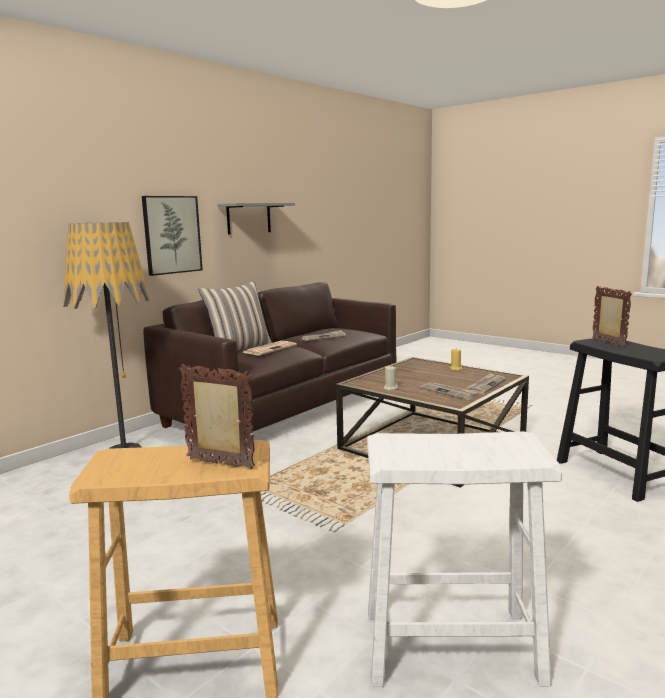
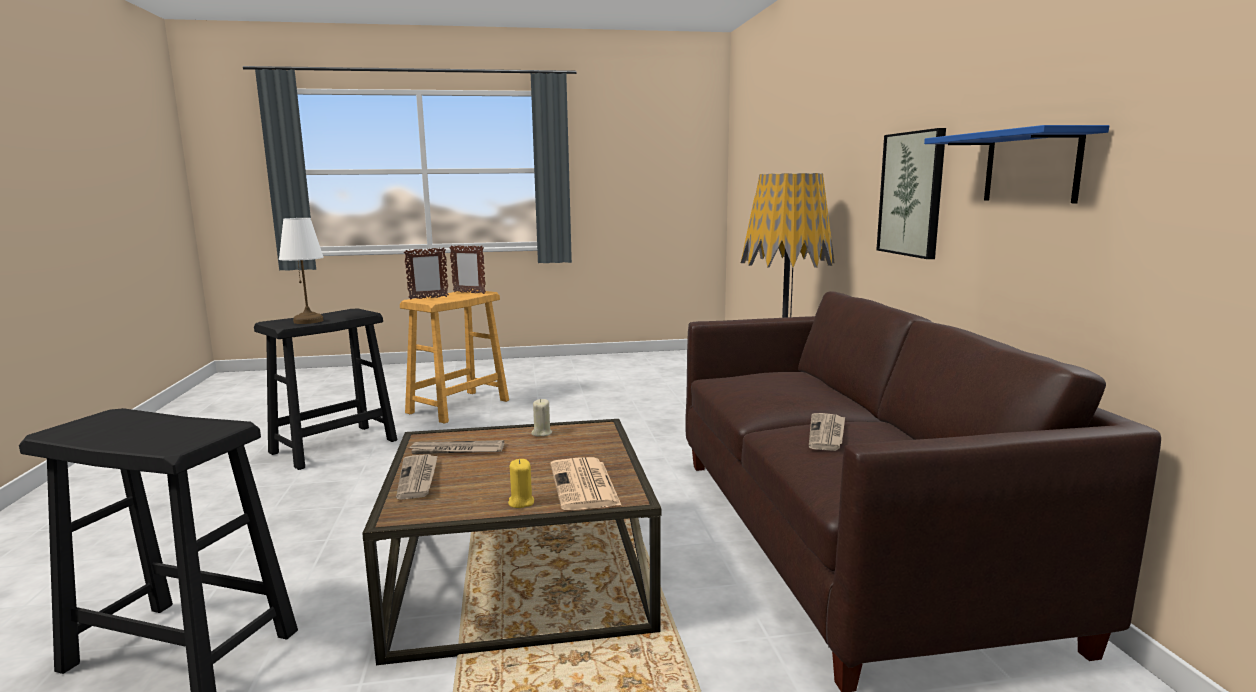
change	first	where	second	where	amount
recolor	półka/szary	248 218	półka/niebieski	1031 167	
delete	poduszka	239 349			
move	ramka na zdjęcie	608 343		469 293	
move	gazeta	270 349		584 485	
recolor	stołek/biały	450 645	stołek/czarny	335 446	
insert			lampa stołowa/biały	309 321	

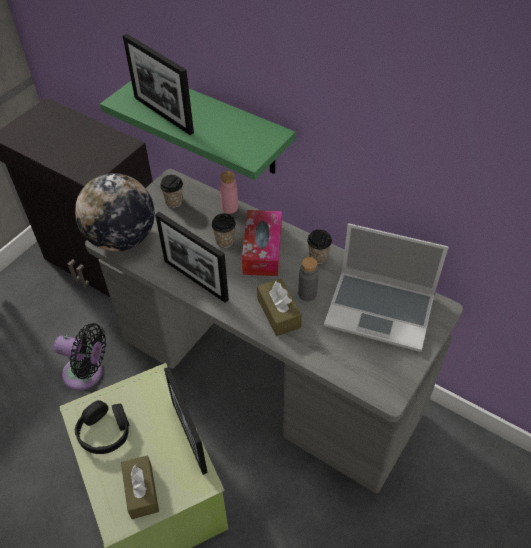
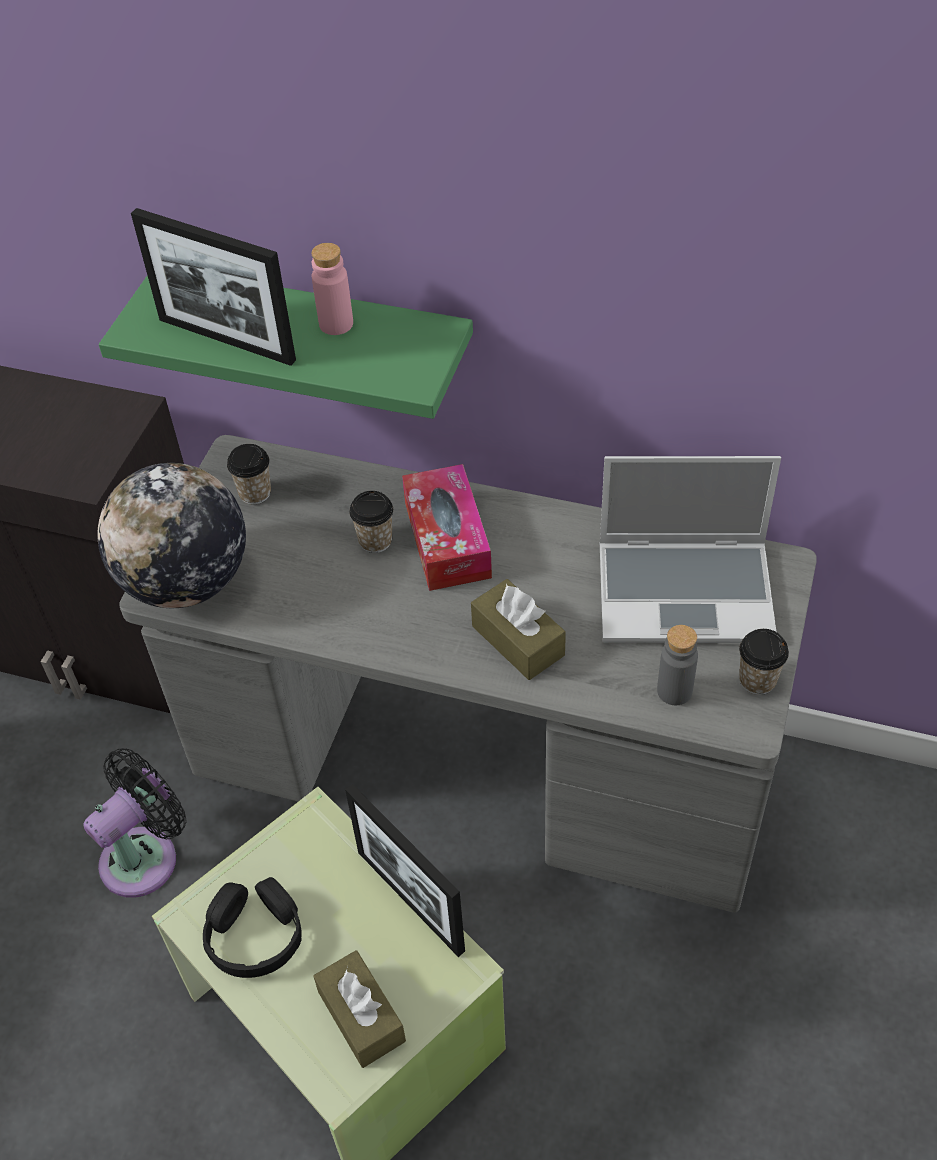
change	first	where	second	where	amount
move	butelka/różowy	229 207		336 324	
delete	ramka na zdjęcie	195 280			
move	filiżanka	318 257		757 680	
move	butelka/szary	307 294		674 691	
rotate	wentylator/czarny	87 374		145 856	45 degrees counterclockwise

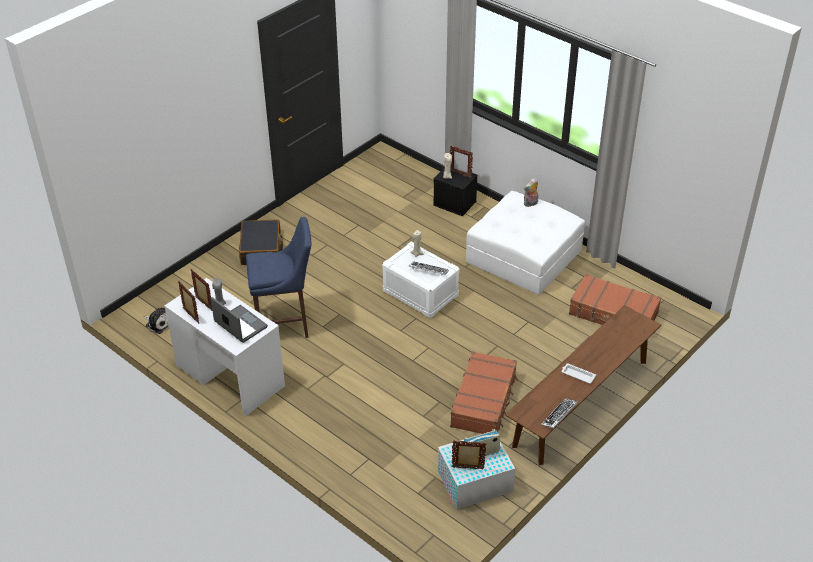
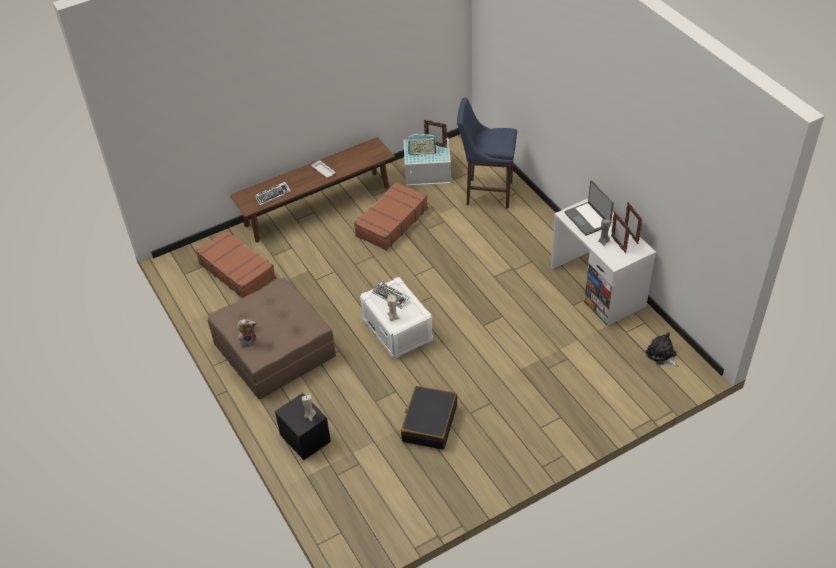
change	first	where	second	where	amount
delete	ramka na zdjęcie	460 174			
recolor	pufa/biały	524 255	pufa/brązowy	274 350	
move	stołek/niebieski	285 325		486 193	
move	walizka/czarny	261 249		429 423	
move	klawiatura	559 415		272 195	

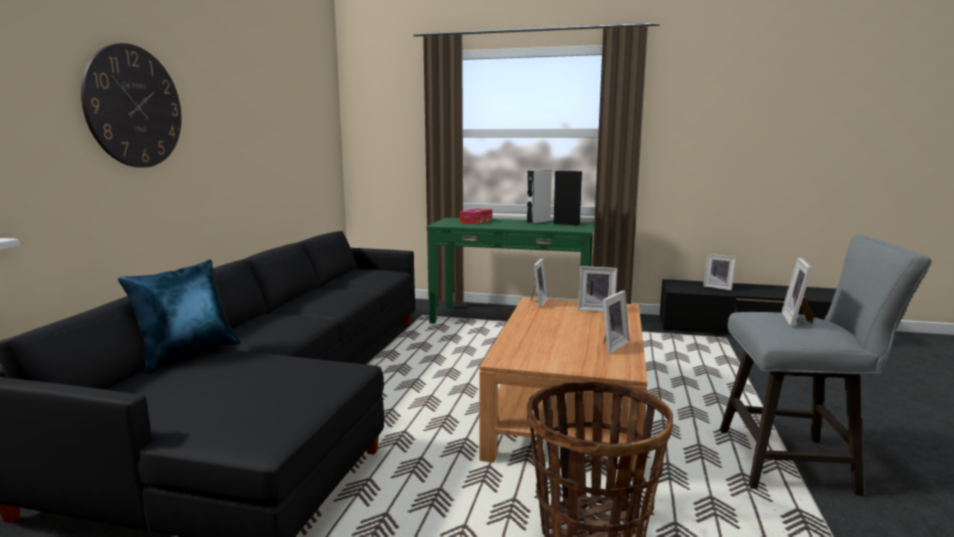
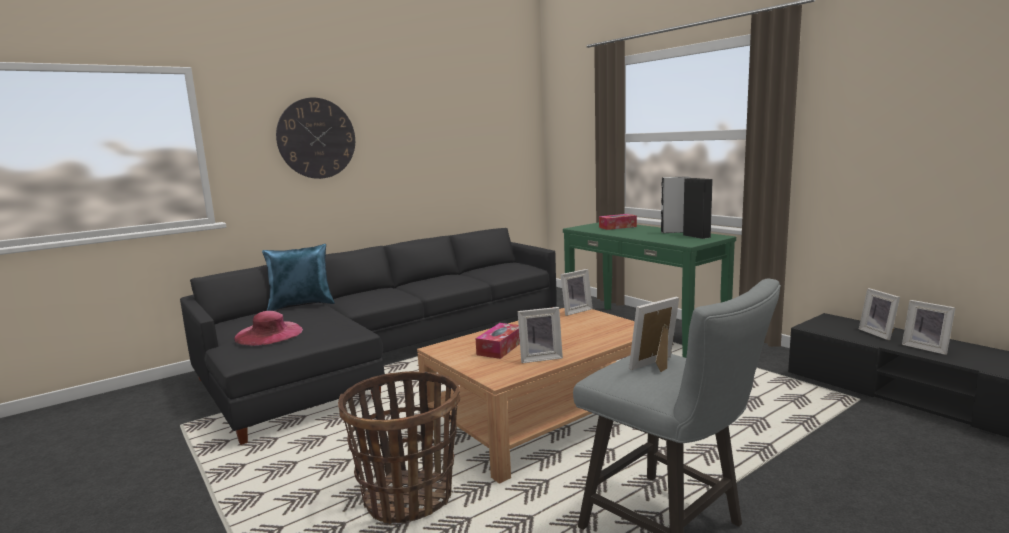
change	first	where	second	where	amount
move	ramka na zdjęcie	596 309		926 348	
insert			kapelusz/różowy	268 334	
insert			pudełko chusteczek	500 348	

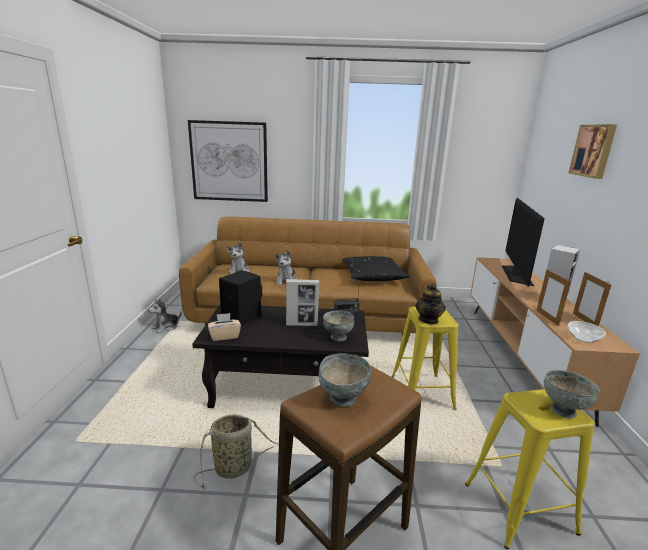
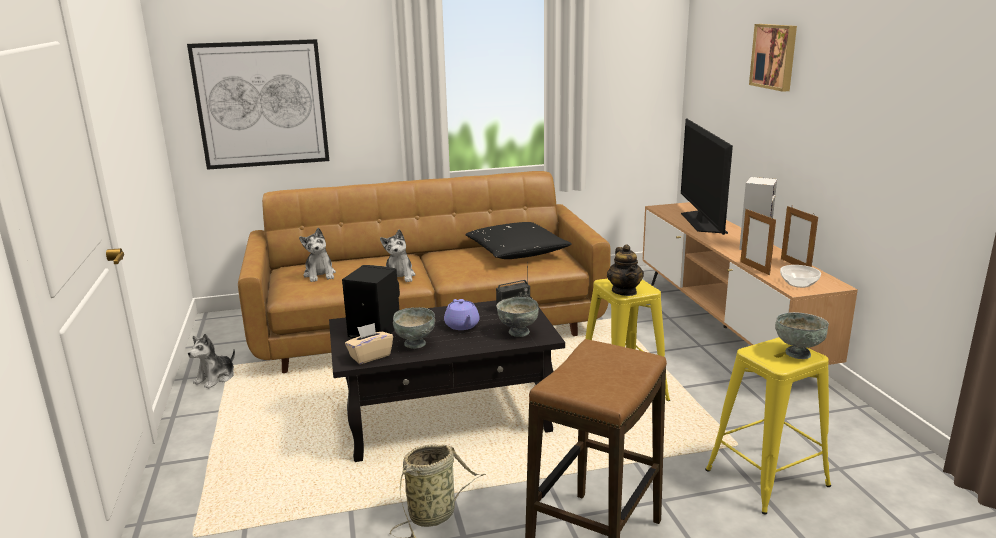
change	first	where	second	where	amount
replace	ramka na zdjęcie	302 324	imbryk/fioletowy	462 326	
move	miska/szary	343 399		415 344	

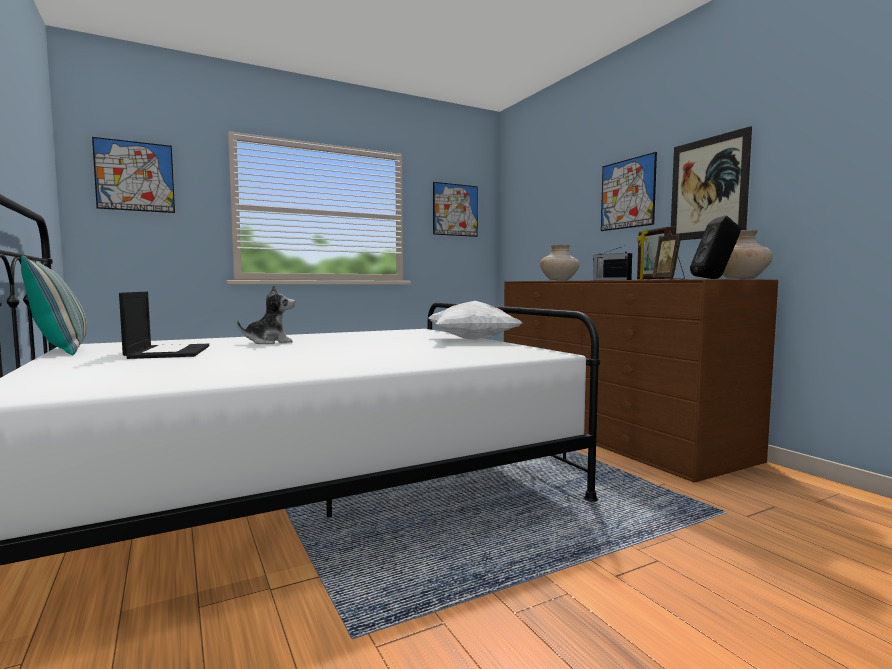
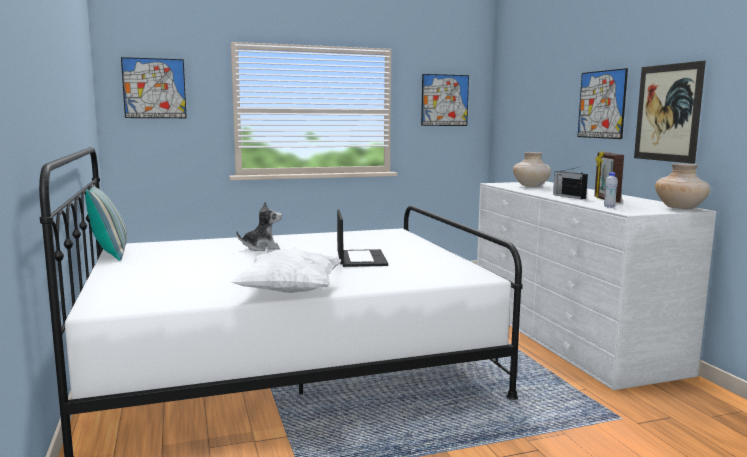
change	first	where	second	where	amount
delete	głośnik/czarny	715 278			
replace	ramka na zdjęcie	669 279	butelka/biały	609 207	
recolor	komoda/brązowy	612 432	komoda/biały	568 334	
move	laptop	168 352		360 258	
move	poduszka/biały	472 340		290 292	

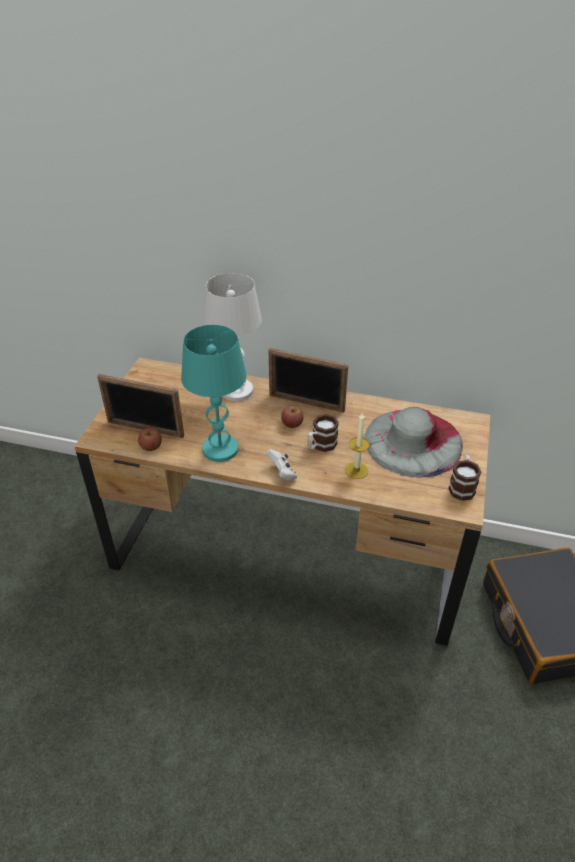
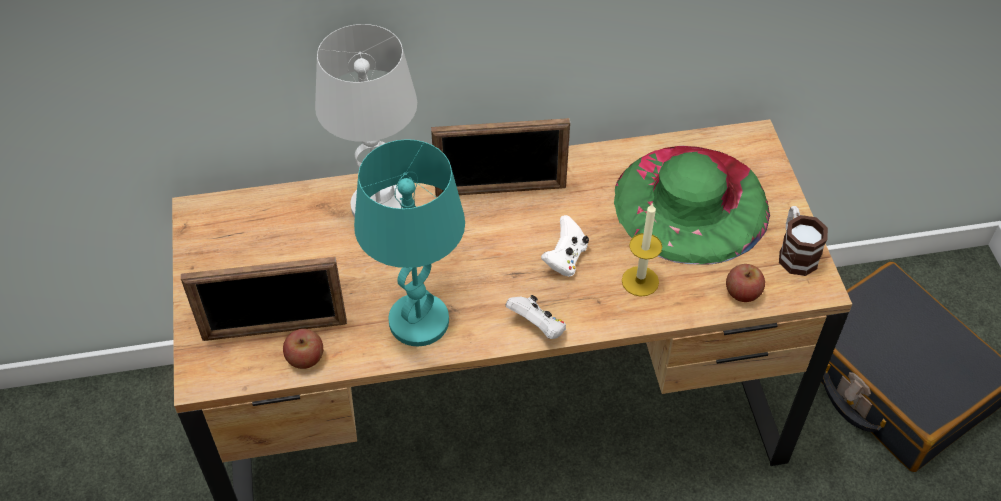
change	first	where	second	where	amount
move	jabłko	292 424		742 292	
recolor	kapelusz/szary	413 441	kapelusz/zielony	691 203	
replace	kubek	320 445	pad do gier/biały	565 258	

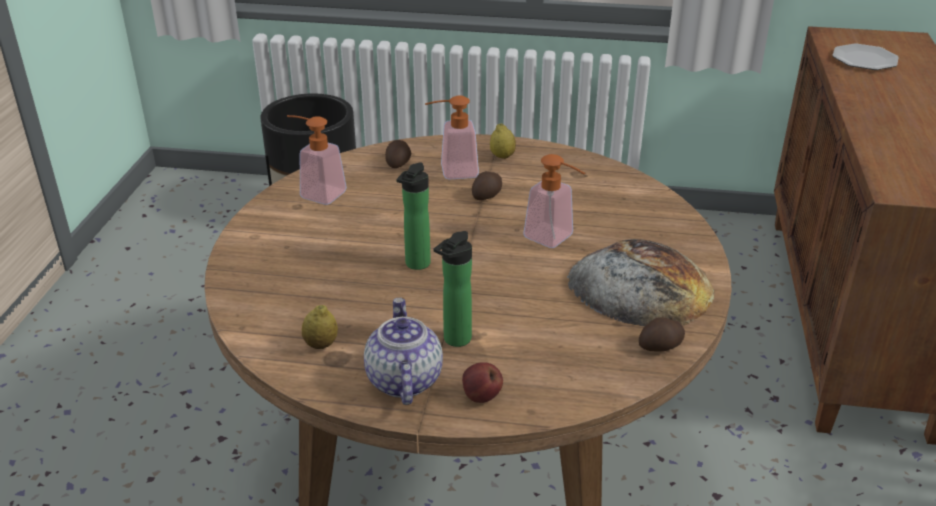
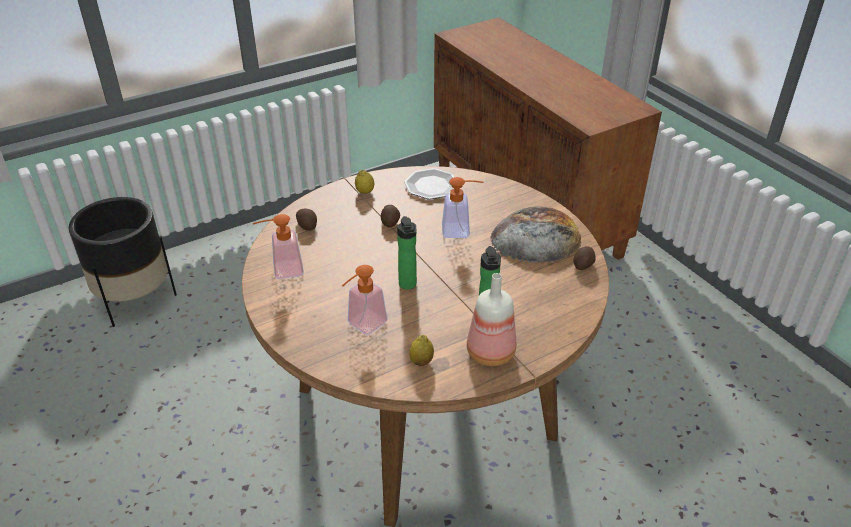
change	first	where	second	where	amount
move	talerz	864 60		432 186	
move	dozownik mydła	451 172		362 326	
replace	imbryk	403 380	butelka	490 354	
delete	jabłko	481 397			

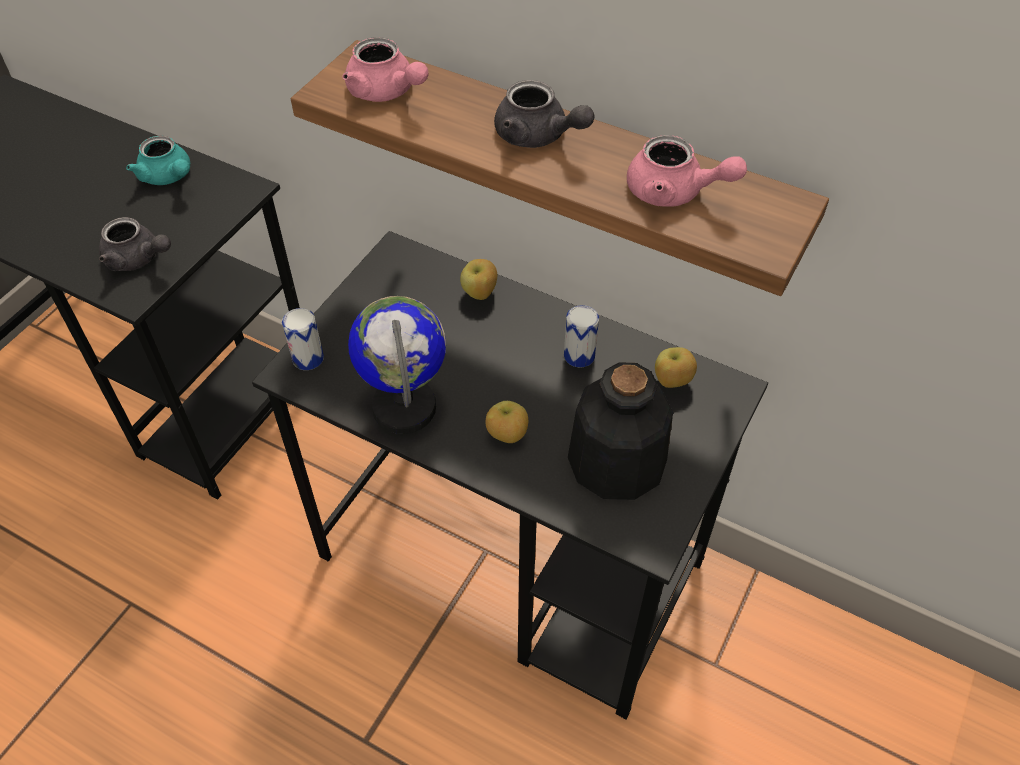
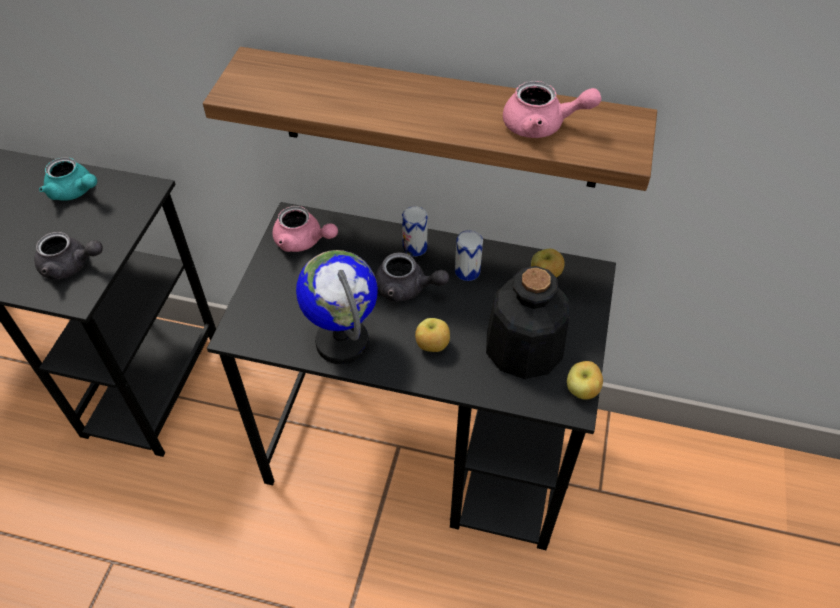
change	first	where	second	where	amount
move	imbryk/różowy	386 92		303 241	
move	imbryk/szary	538 136		407 289	
move	jabłko	480 293		582 391	
move	puszka	308 358		415 247	

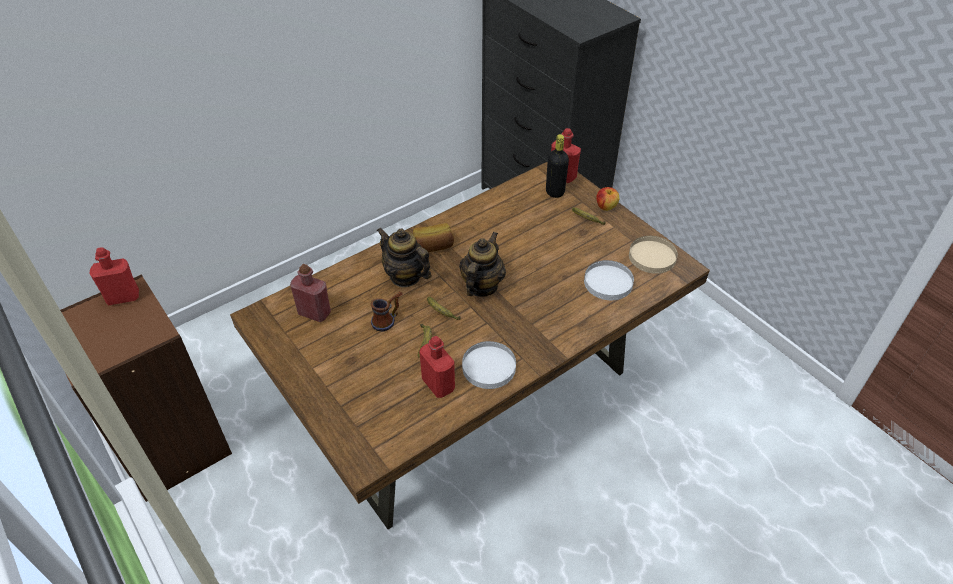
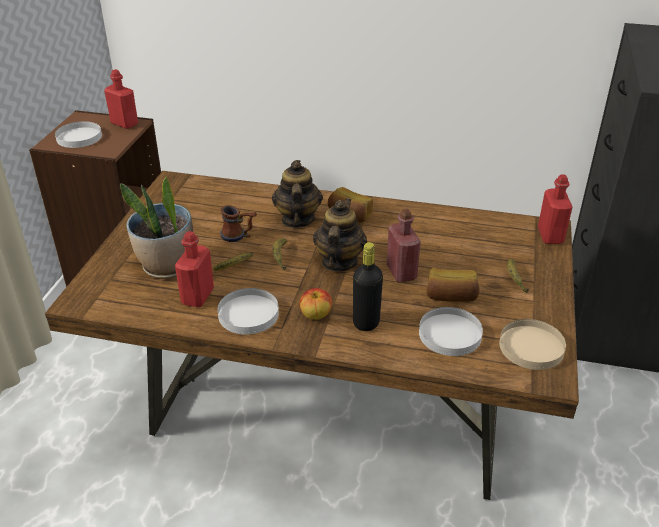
change	first	where	second	where	amount
move	butelka/czarny	555 192		366 323	
move	jabłko	606 207		316 315	
rotate	imbryk	481 286		339 262	60 degrees counterclockwise
move	butelka/czerwony	314 313		401 272	
insert			talerz/biały	79 137	
insert			roślina doniczkowa	167 266	
insert			chleb	451 297	

